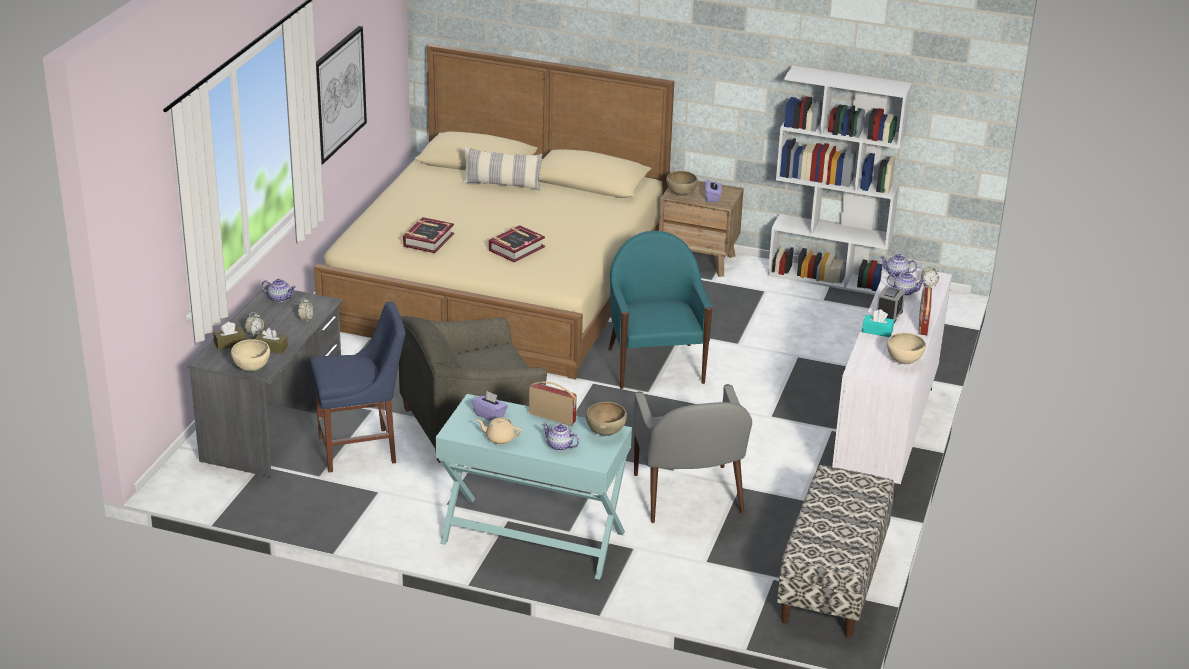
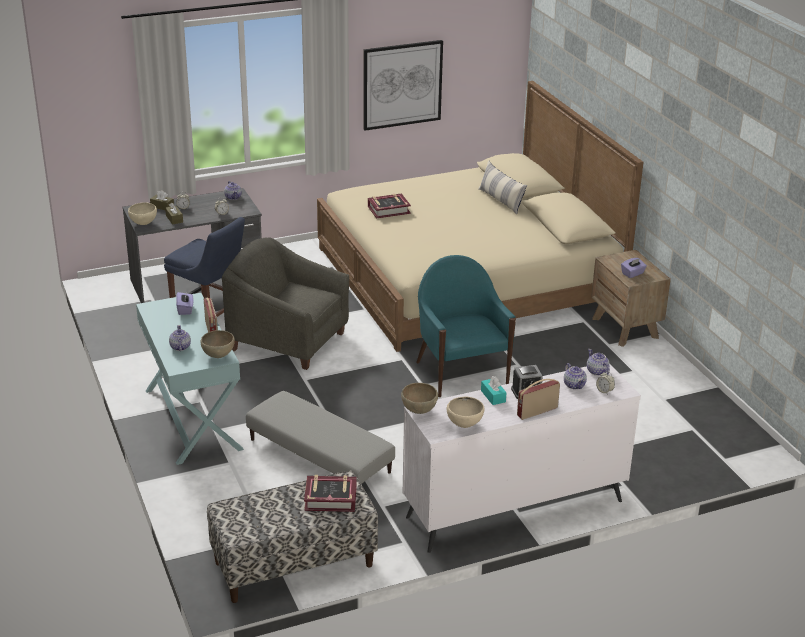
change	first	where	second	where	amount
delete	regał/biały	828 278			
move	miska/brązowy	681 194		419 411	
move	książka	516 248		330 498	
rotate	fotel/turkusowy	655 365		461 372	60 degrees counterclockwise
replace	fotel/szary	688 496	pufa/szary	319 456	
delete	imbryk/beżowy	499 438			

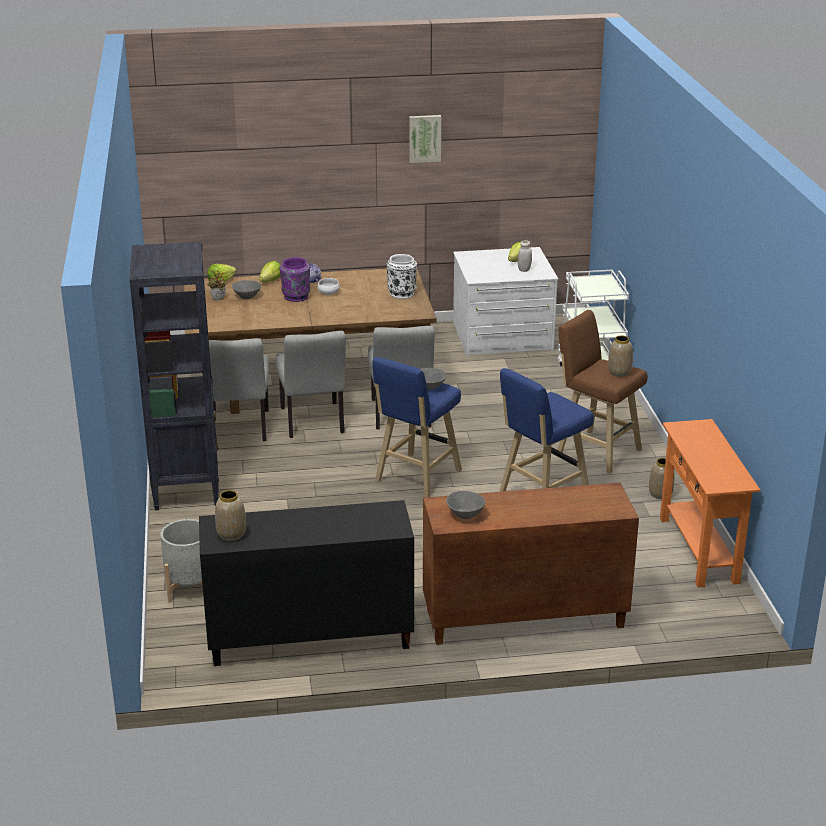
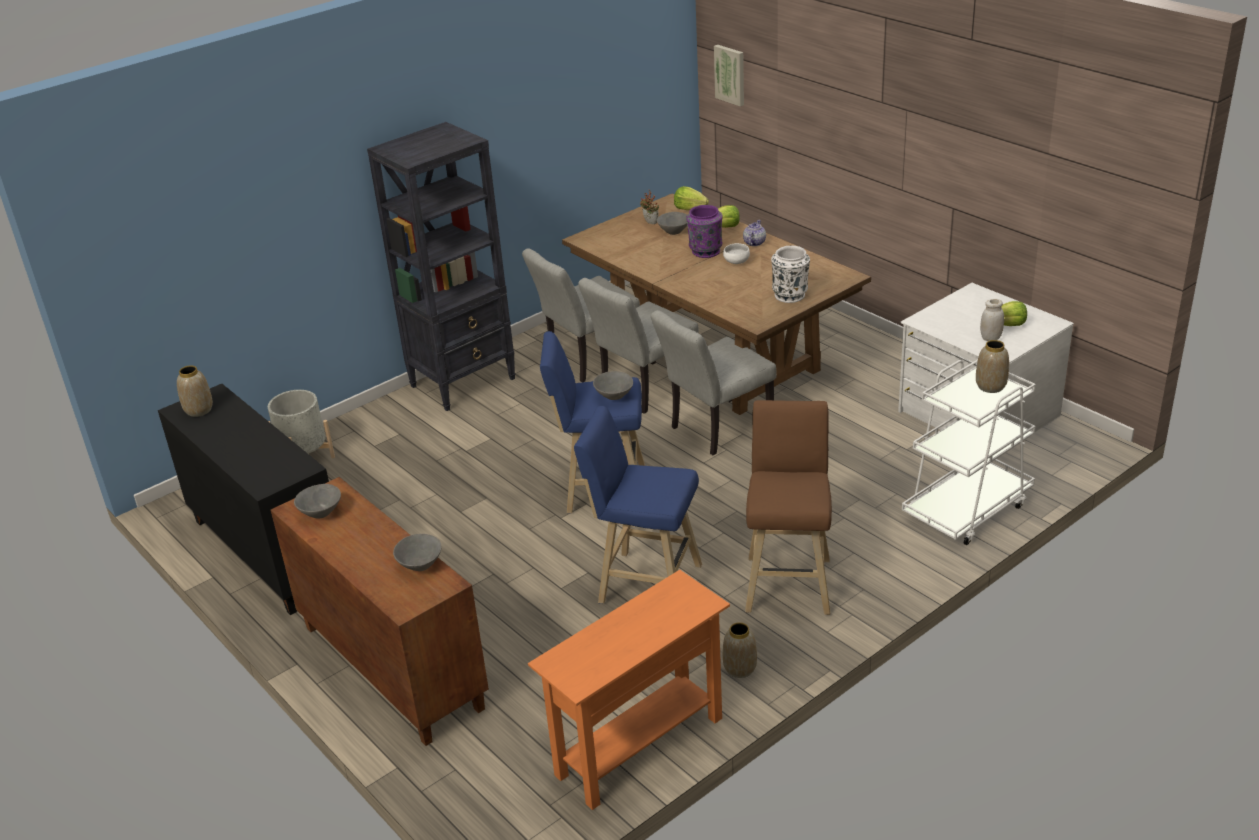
change	first	where	second	where	amount
move	obraz	424 138		730 74	
move	wazon	619 372		990 386	
insert			miska/szary	420 565	

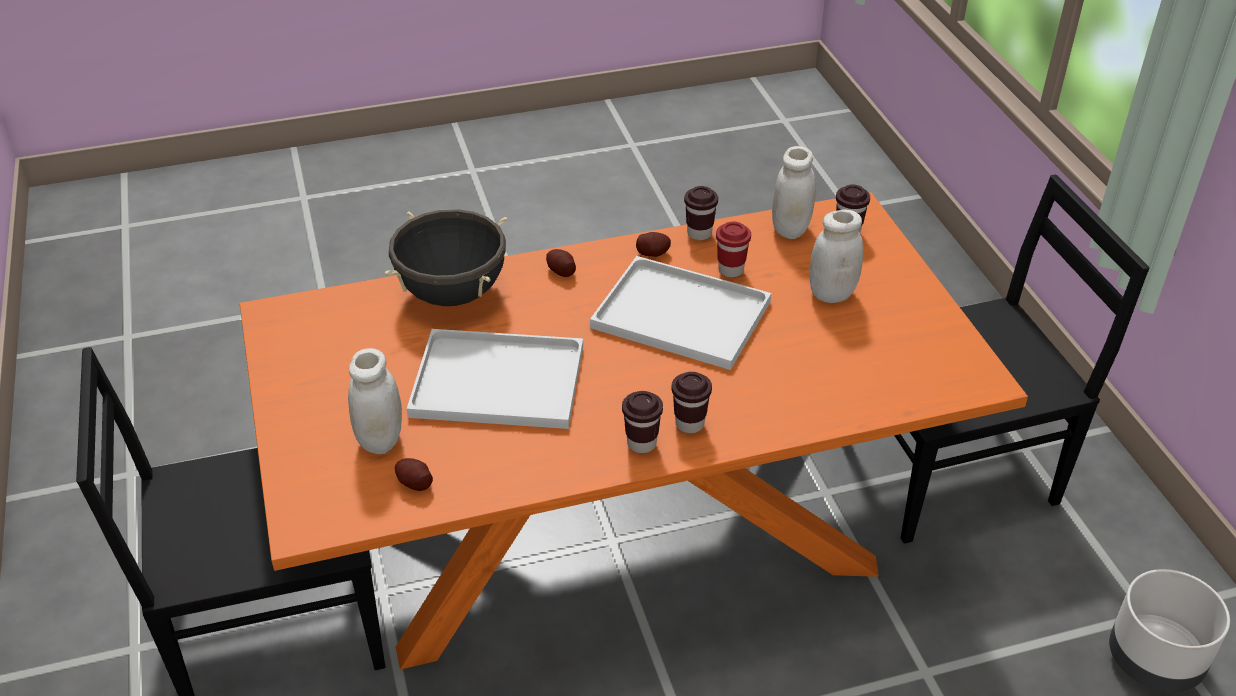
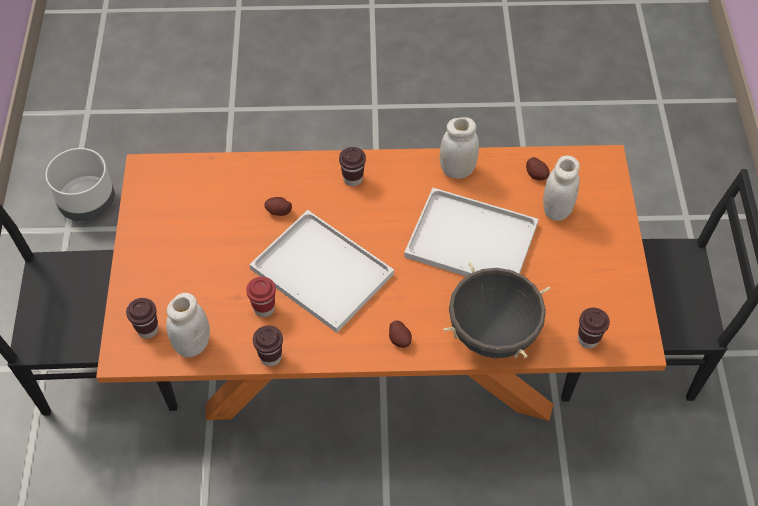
change	first	where	second	where	amount
move	słoik/biały	831 293		457 170	
move	ziemniak	653 253		278 211	
move	filiżanka/brązowy	641 443		588 339	

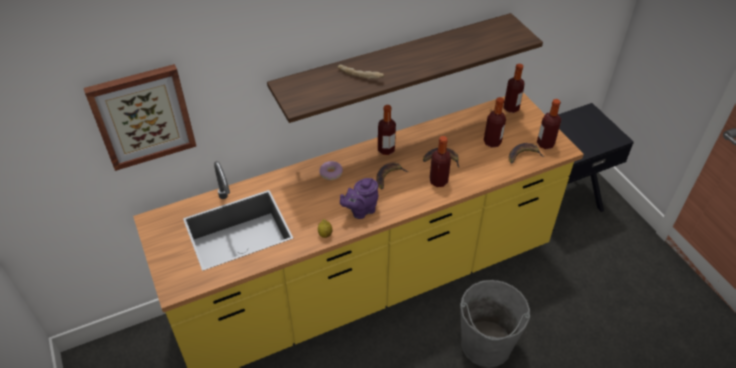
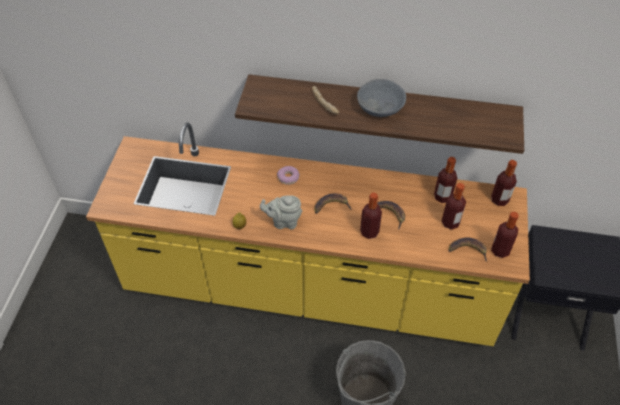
change	first	where	second	where	amount
delete	obraz	142 116			
move	butelka	386 149		442 197	
recolor	imbryk/fioletowy	360 210	imbryk/szary	283 221	
insert			miska/szary	381 107	

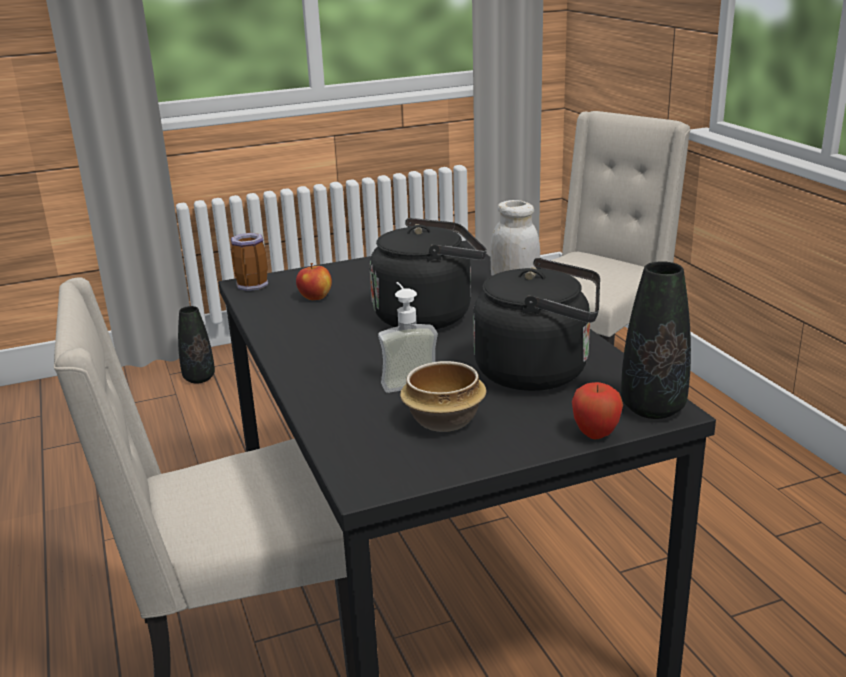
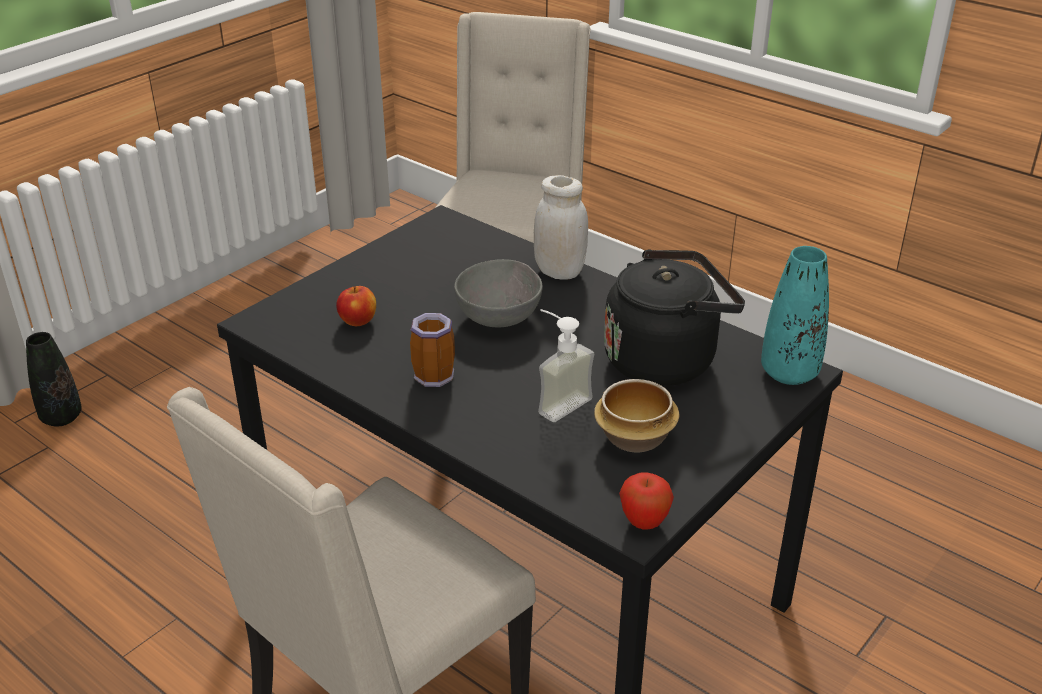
change	first	where	second	where	amount
replace	czajnik/czarny	429 315	miska/szary	501 317	
move	kubek	252 284		431 374	
recolor	wazon/czarny	652 408	wazon/turkusowy	789 373	
move	jabłko	595 434		644 523	

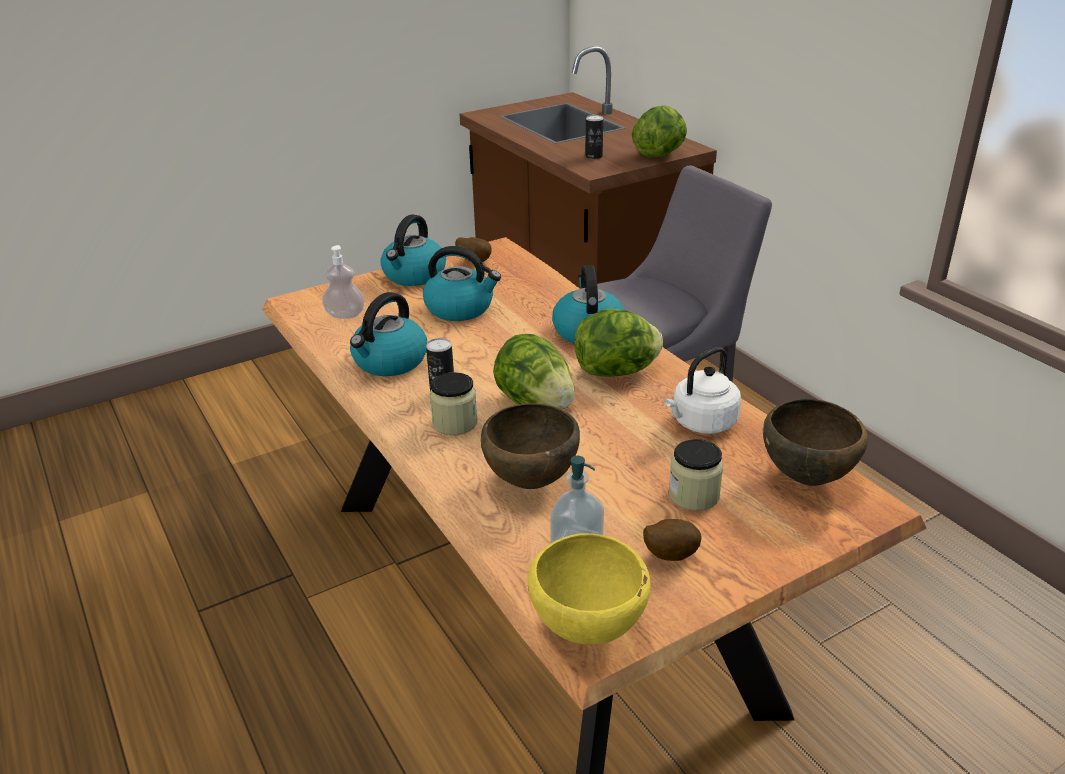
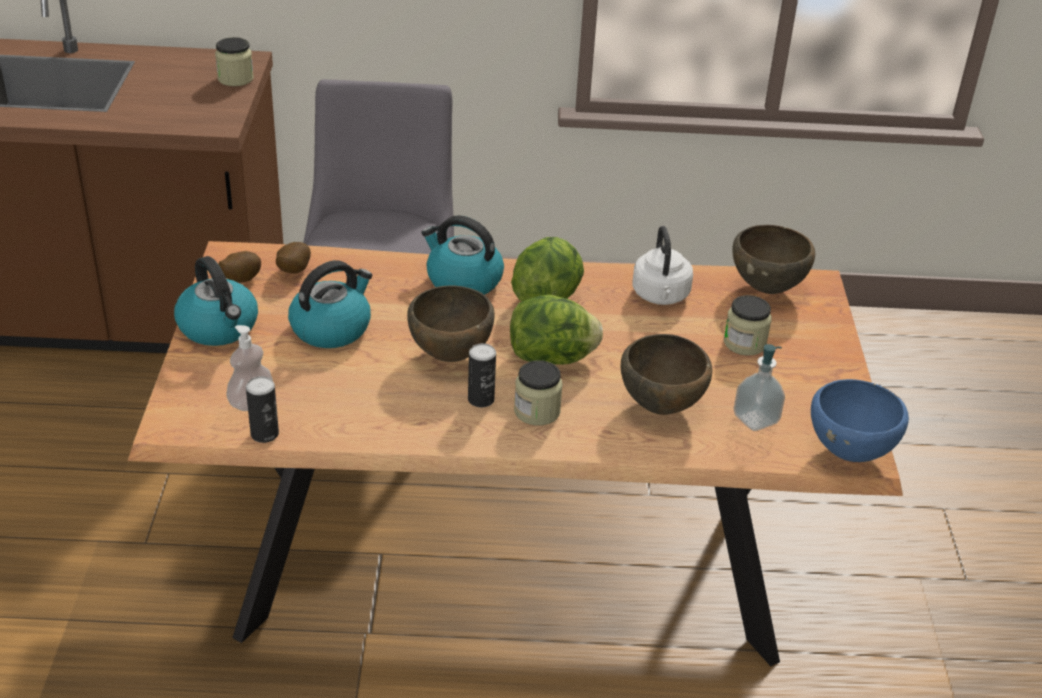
change	first	where	second	where	amount
replace	sałata	660 154	słoik	235 79	
move	puszka	594 156		264 434	
delete	czajnik	389 362			
move	ziemniak	669 555		292 272	
recolor	miska/żółty	589 630	miska/niebieski	850 453	
insert			miska/brązowy	450 356	

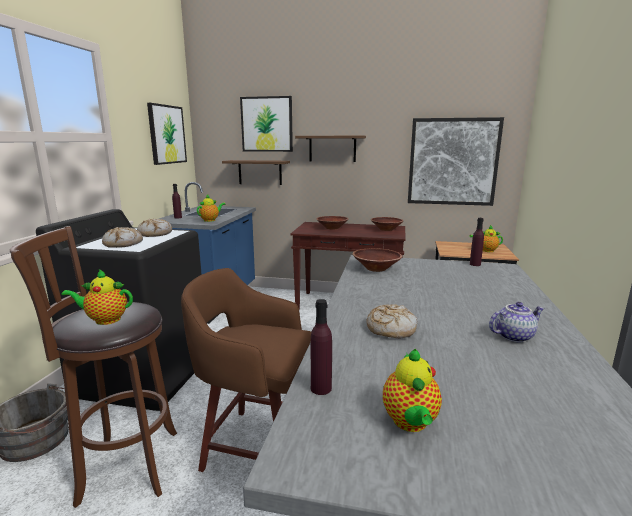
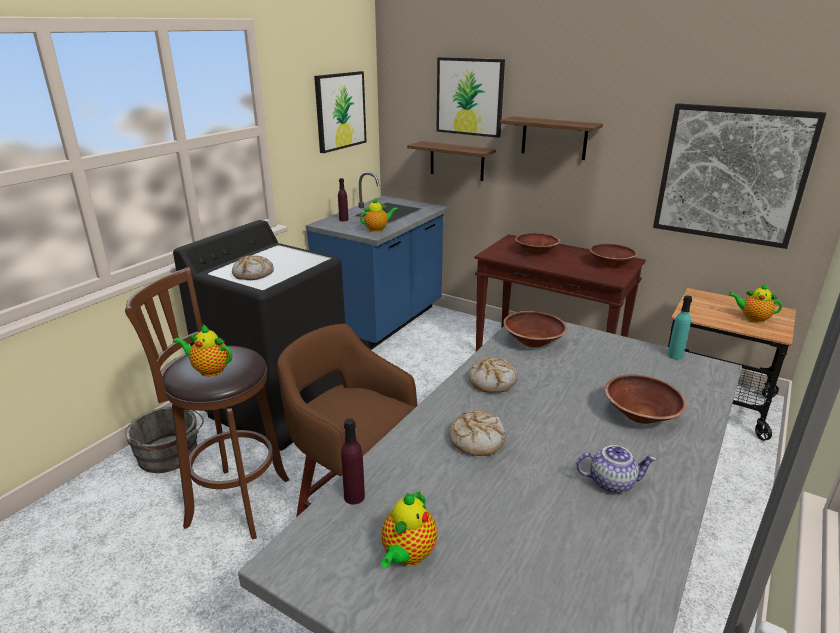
change	first	where	second	where	amount
recolor	butelka/fioletowy	475 264	butelka/turkusowy	675 356	
move	chleb	155 234		492 381	
insert			miska/brązowy	640 414	

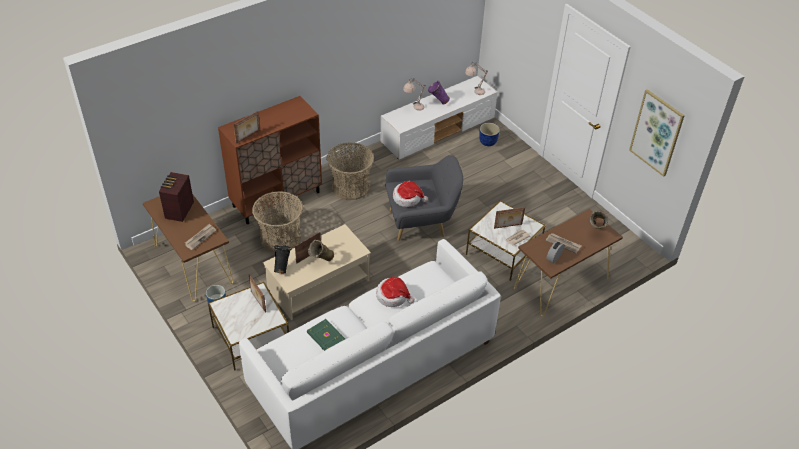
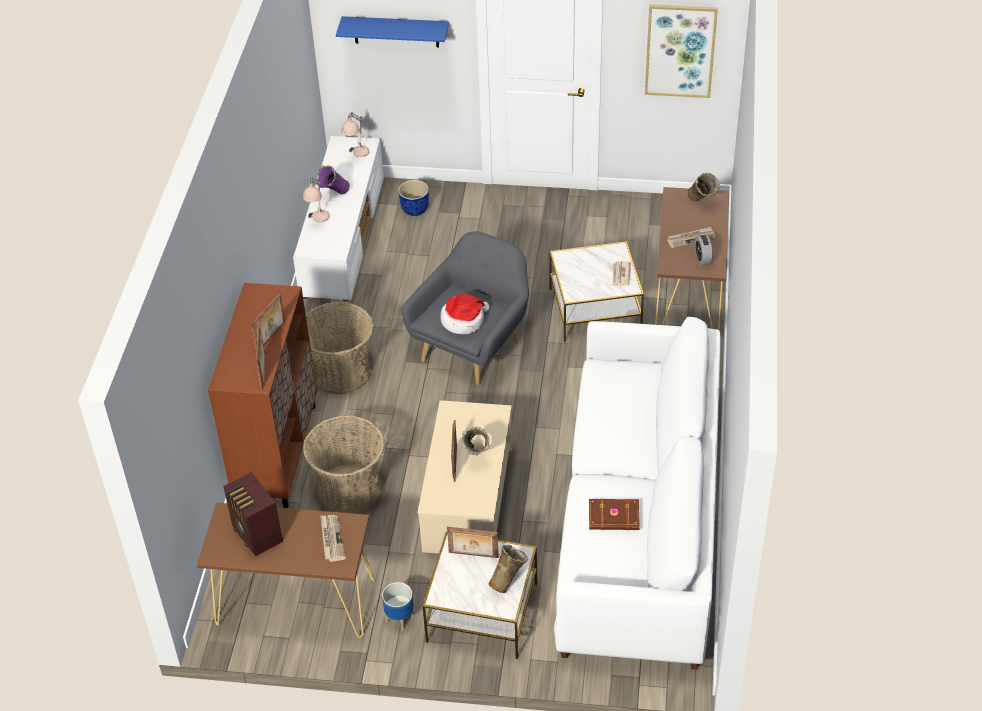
change	first	where	second	where	amount
move	ramka na zdjęcie	508 226		271 337	
delete	wazon/czarny	282 267			
delete	kapelusz	393 296			
recolor	książka/zielony	326 338	książka/brązowy	614 517	
insert			półka/niebieski	396 31	
insert			wazon/beżowy	508 582	

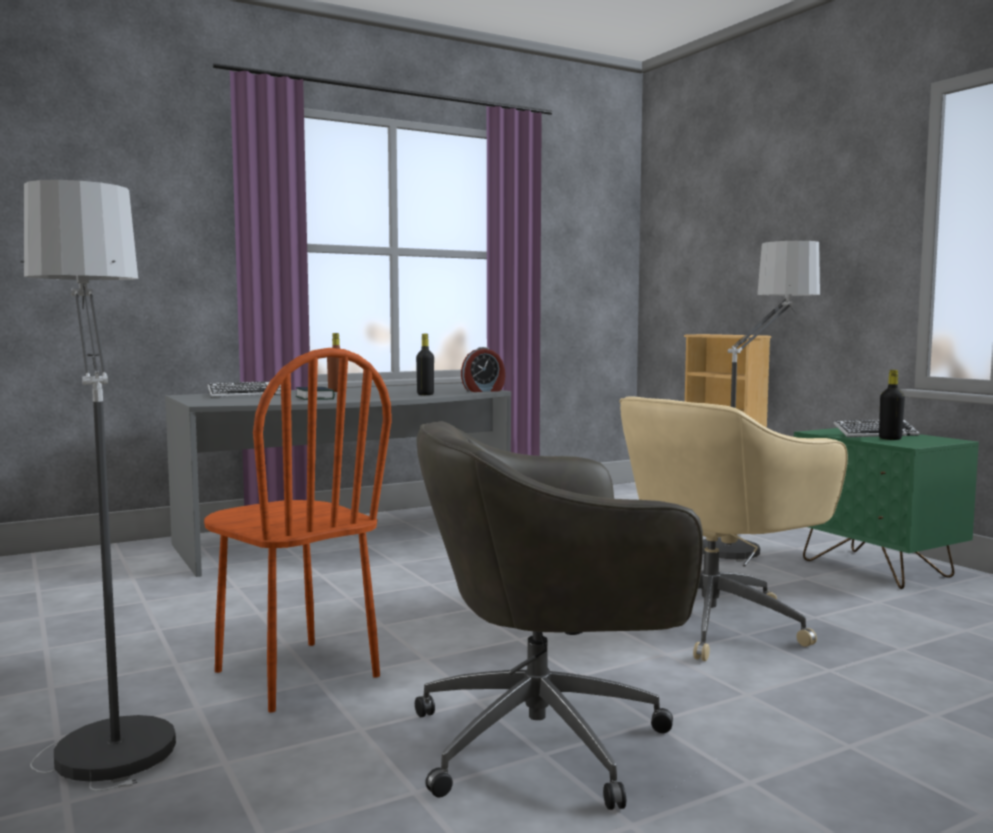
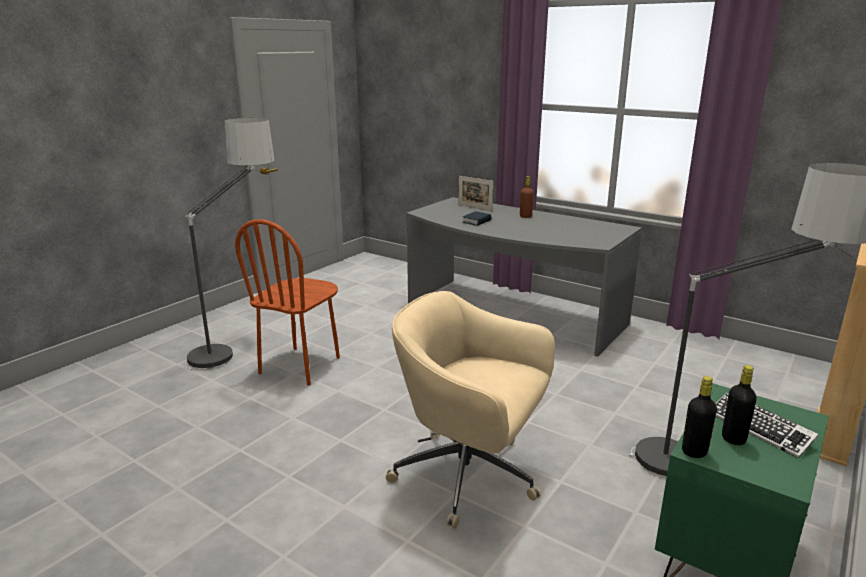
change	first	where	second	where	amount
move	butelka/czarny	425 394		694 452	
delete	budzik	483 391			
replace	klawiatura	246 395	ramka na zdjęcie	475 207	
delete	krzesło biurowe/szary	547 741			

